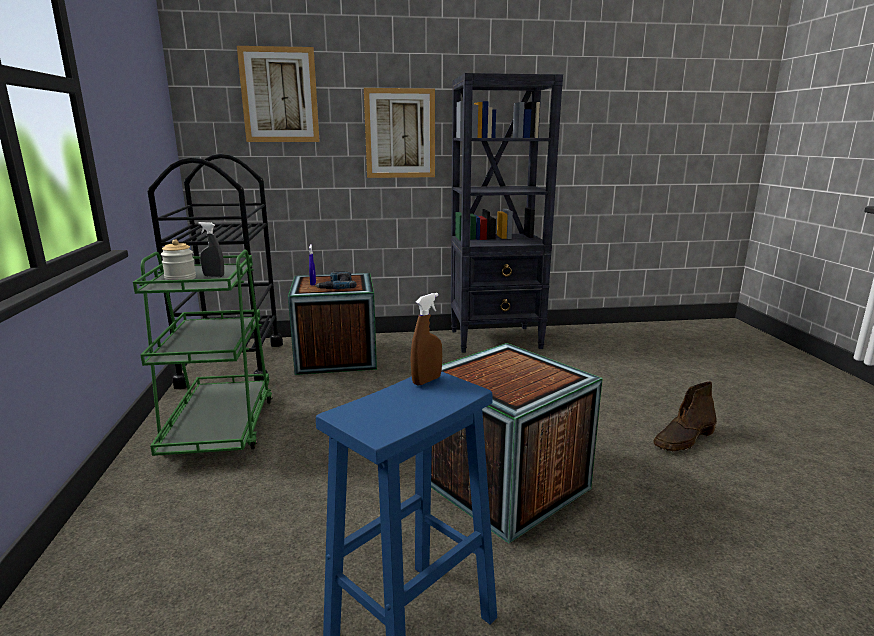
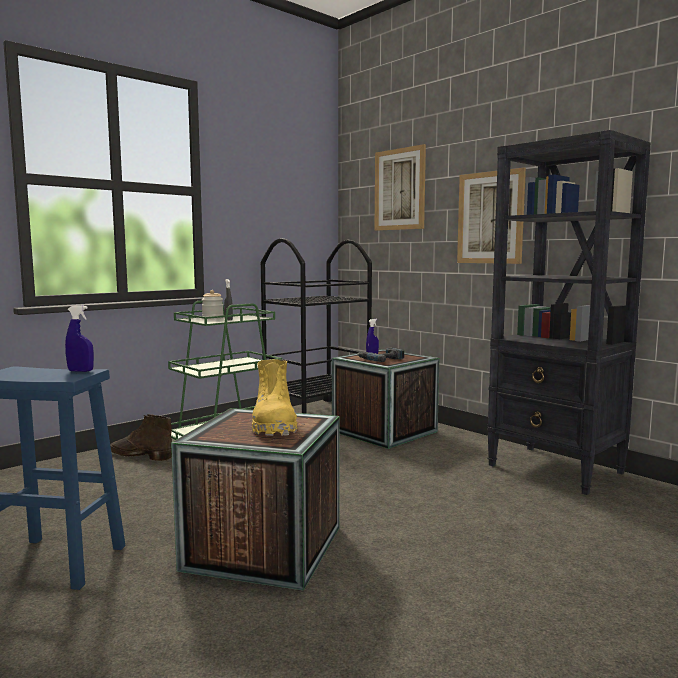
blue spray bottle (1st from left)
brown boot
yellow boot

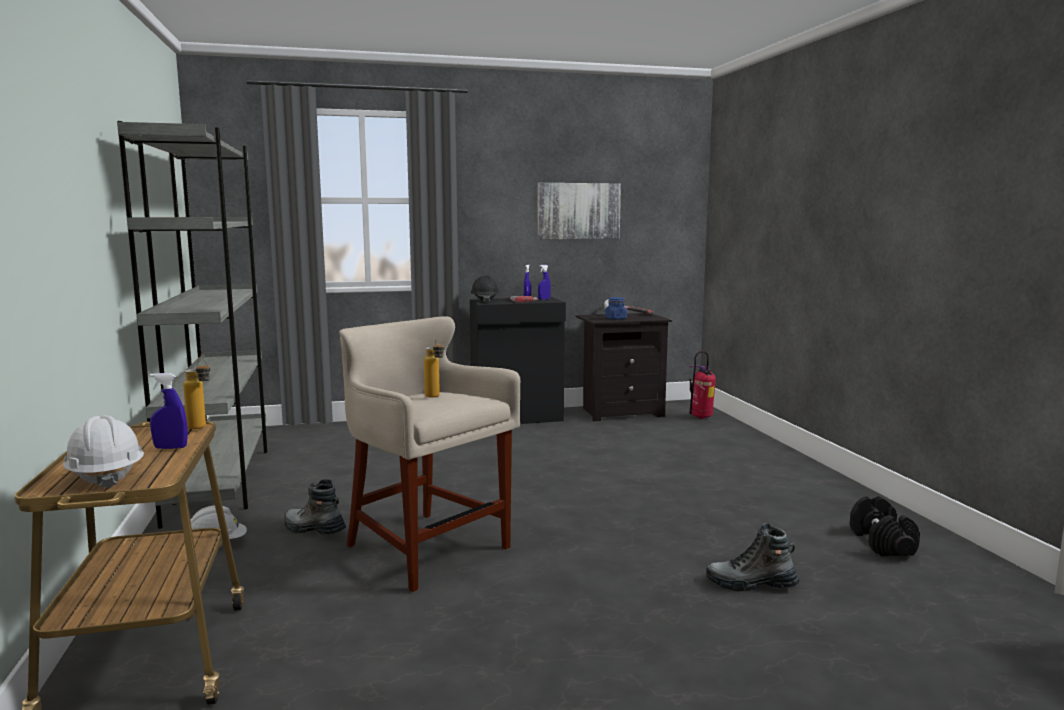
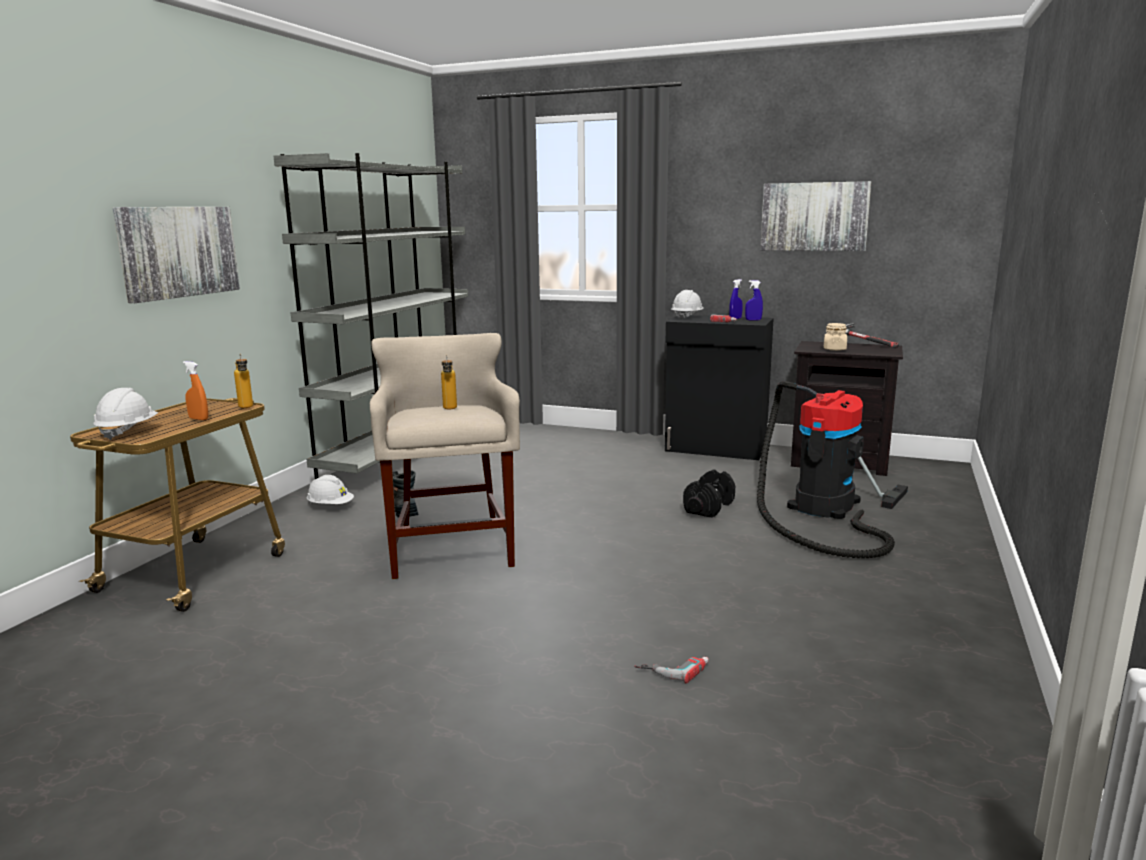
white hard hat (3rd from left)
beige jar
fire extinguisher
orange spray bottle
black dumbbell
power drill (1st from left)
picture (1st from left)
vacuum cleaner

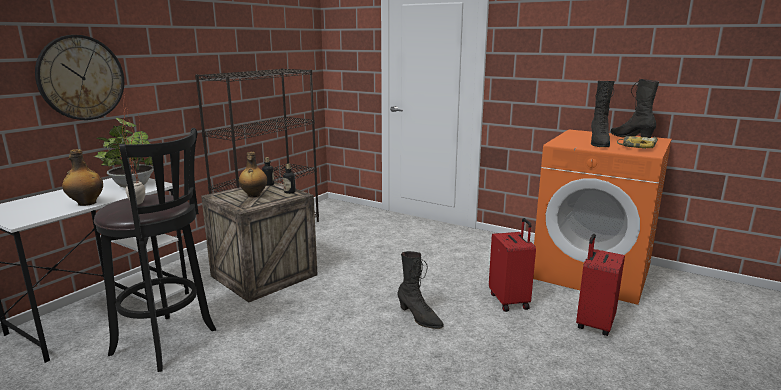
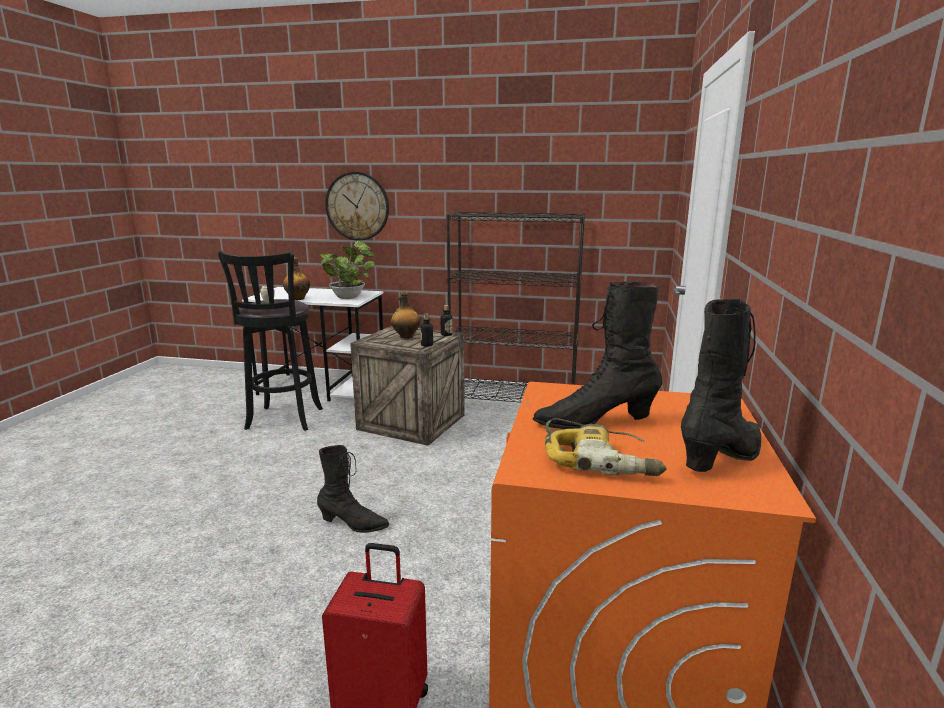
red suitcase (1st from left in the first image)
black boot (1st from left)

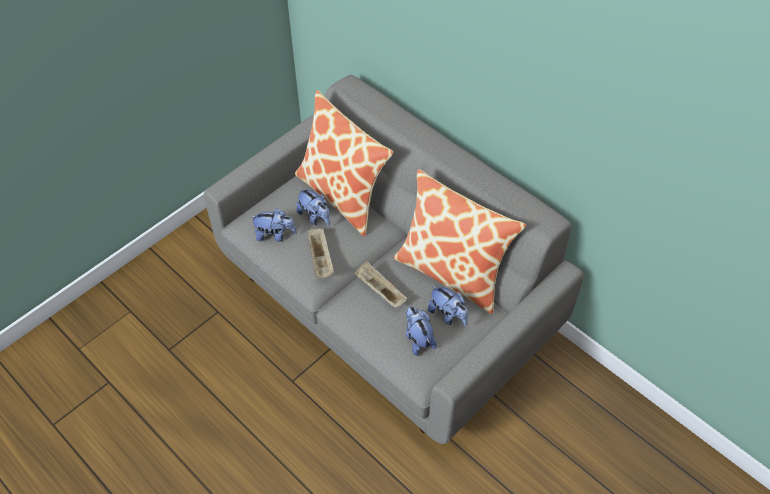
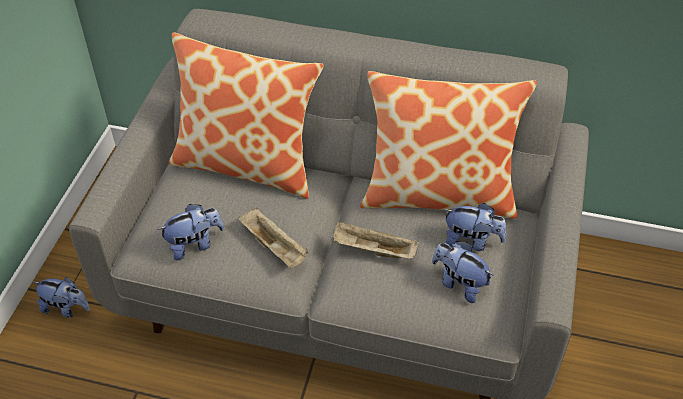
plush toy (1st from left)

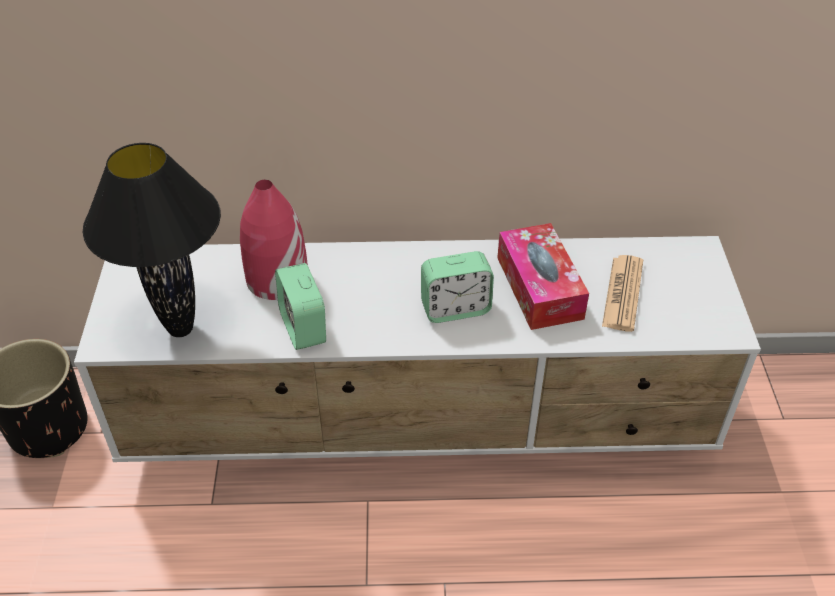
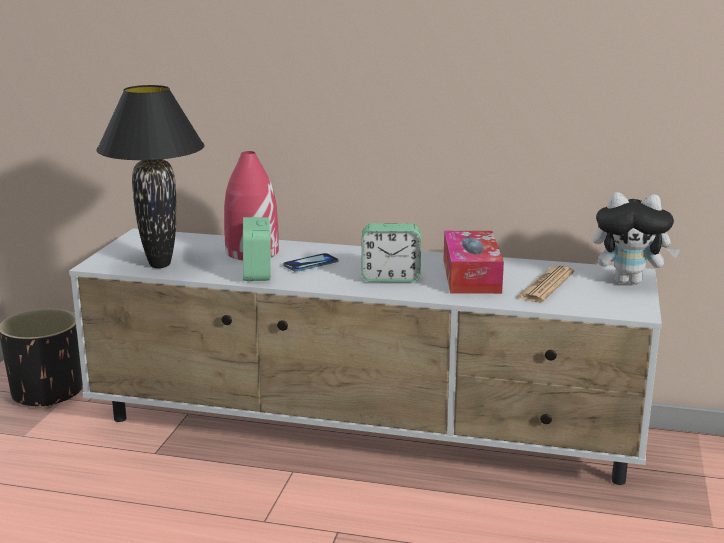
plush toy
phone

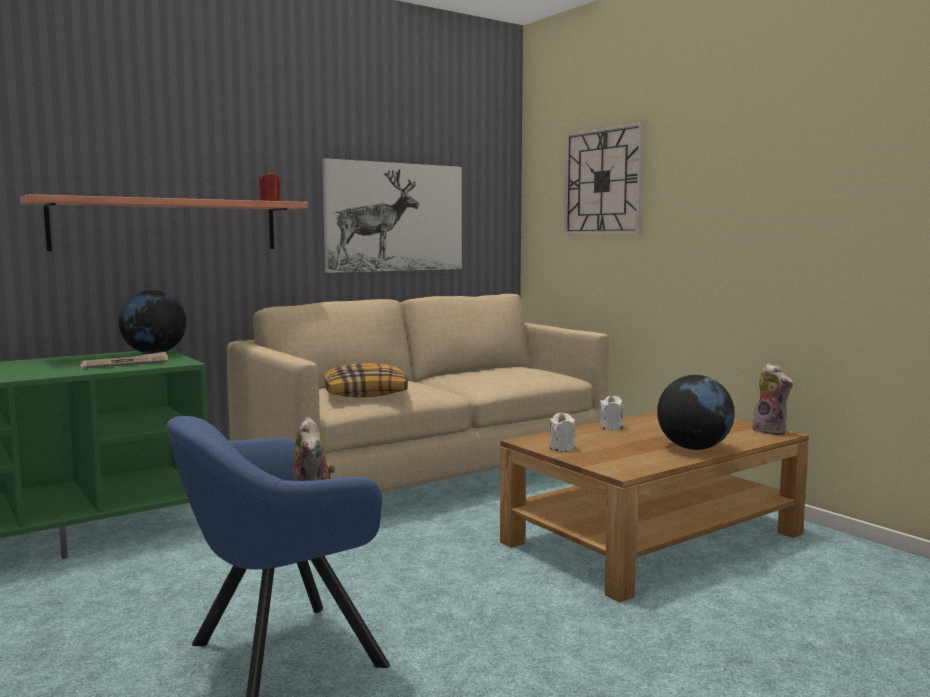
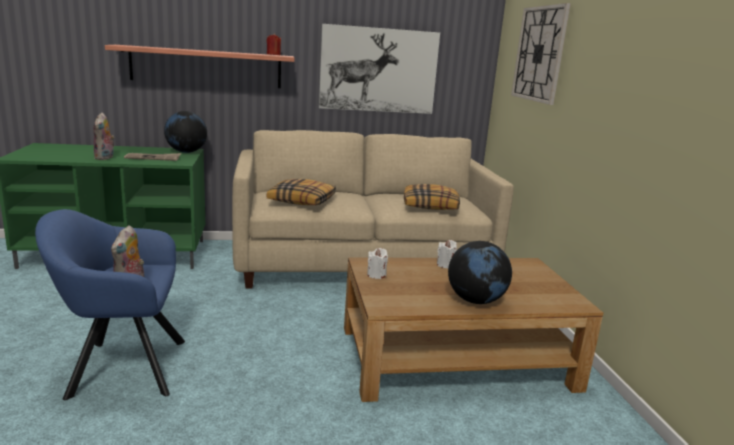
plush toy (1st from left)
pillow (2nd from left)

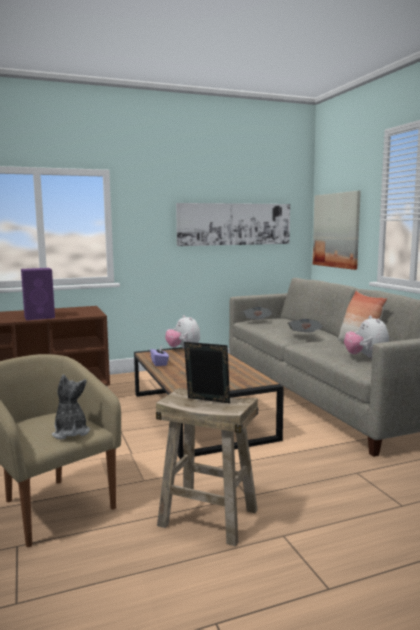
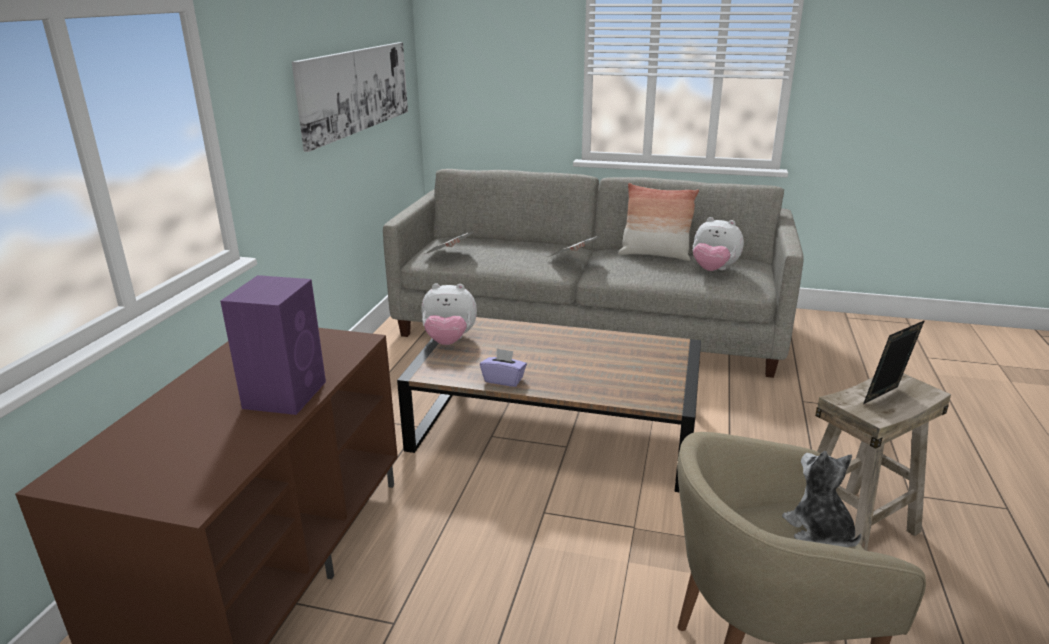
picture (2nd from left in the first image)
plush toy (3rd from left)

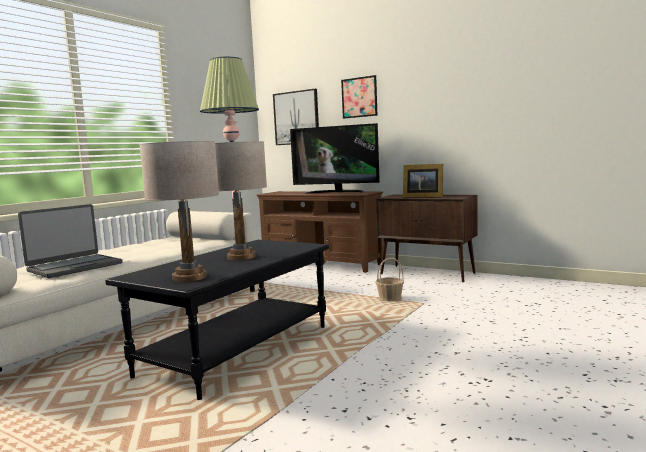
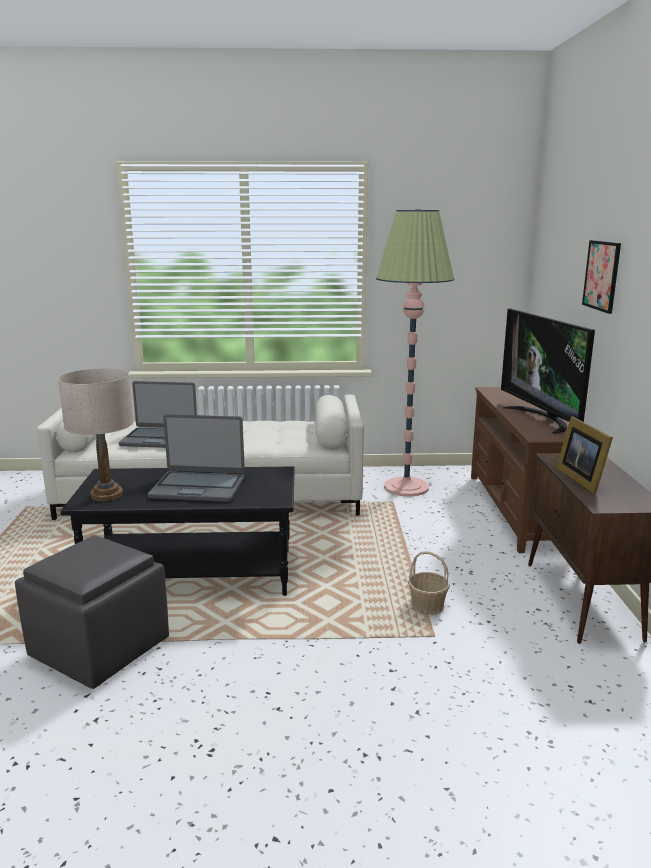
picture (1st from left in the first image)
laptop (2nd from left)
grey ottoman

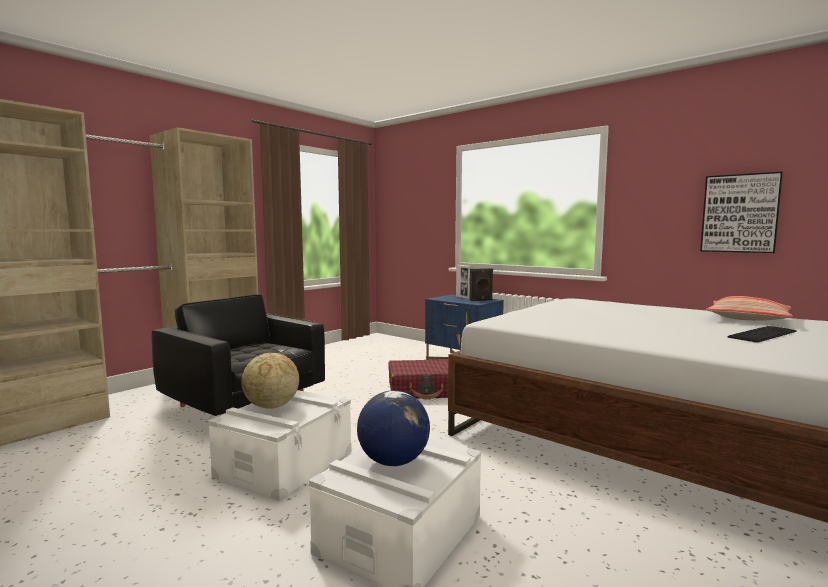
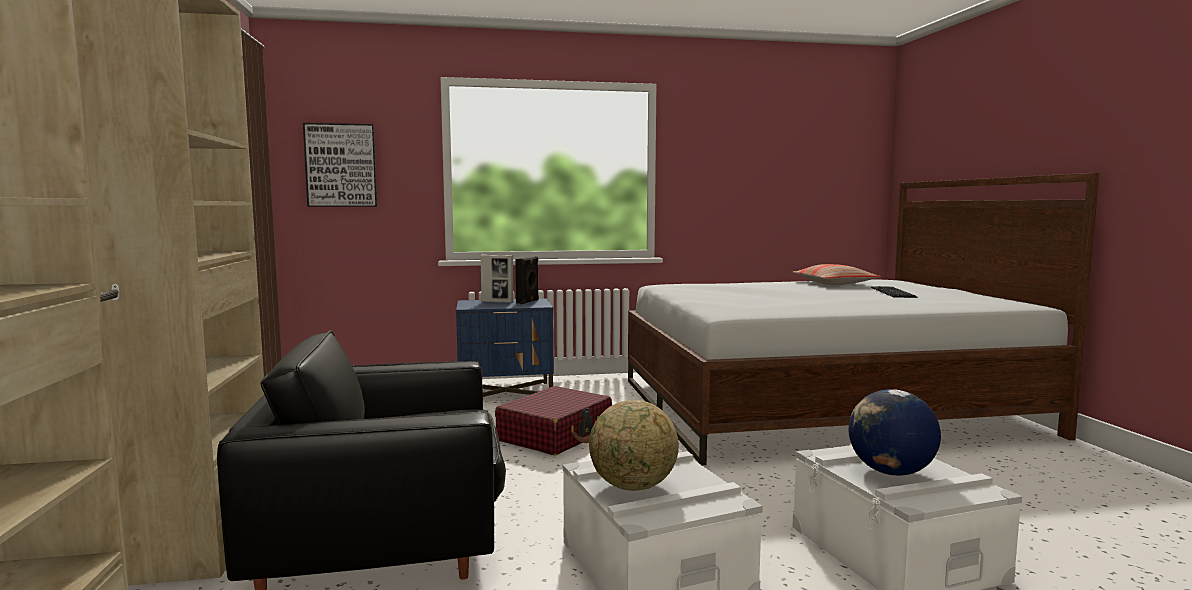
picture

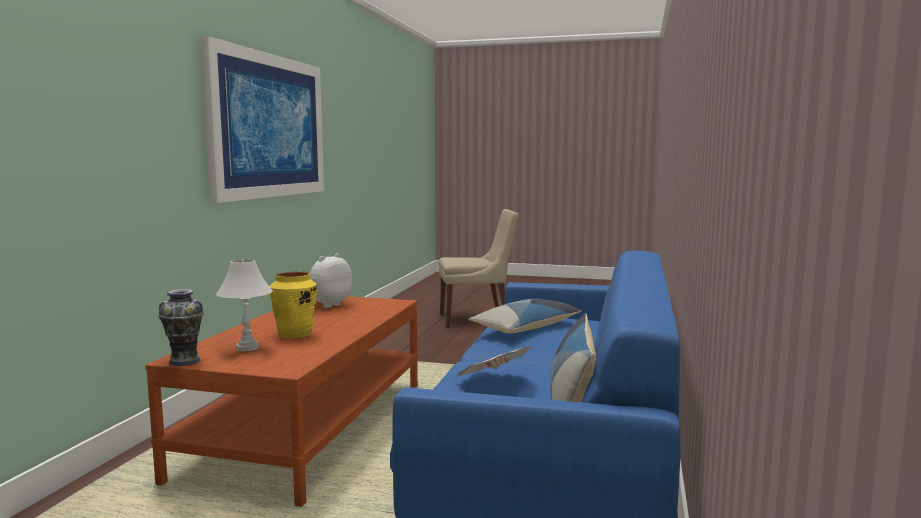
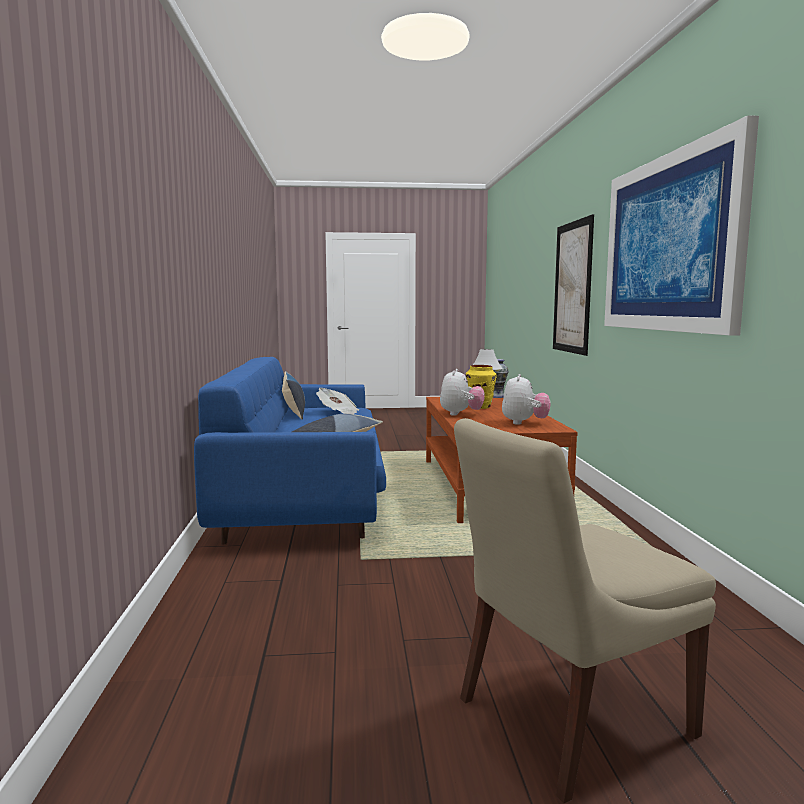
picture (1st from left)
plush toy (1st from left)

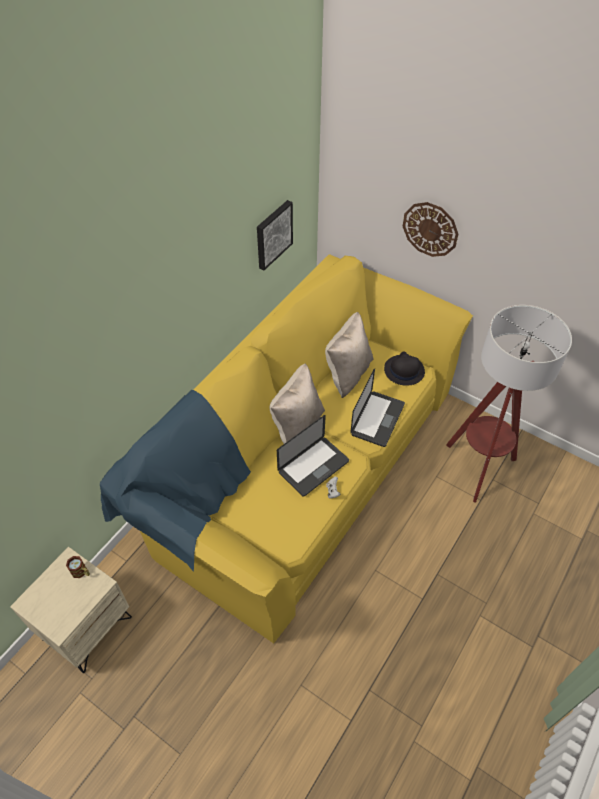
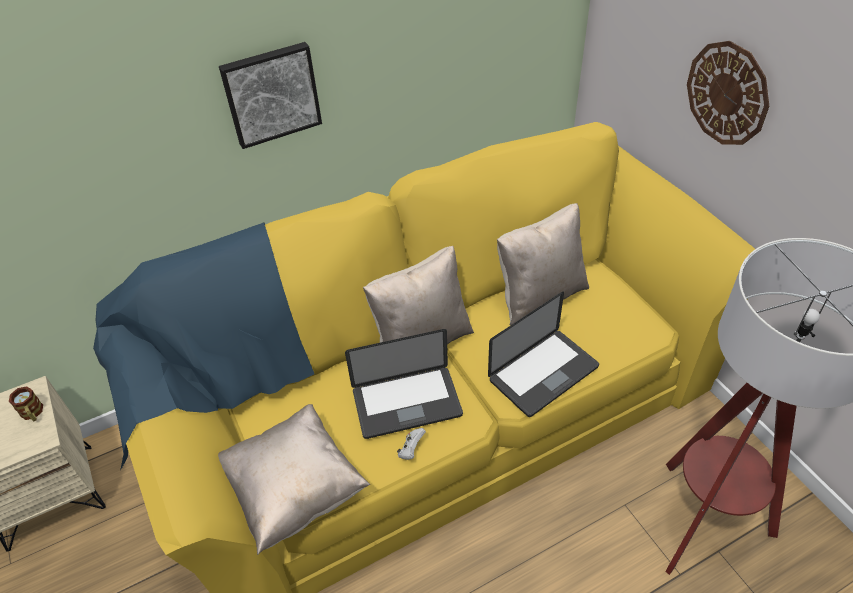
picture
black hat
beige pillow (1st from left)

